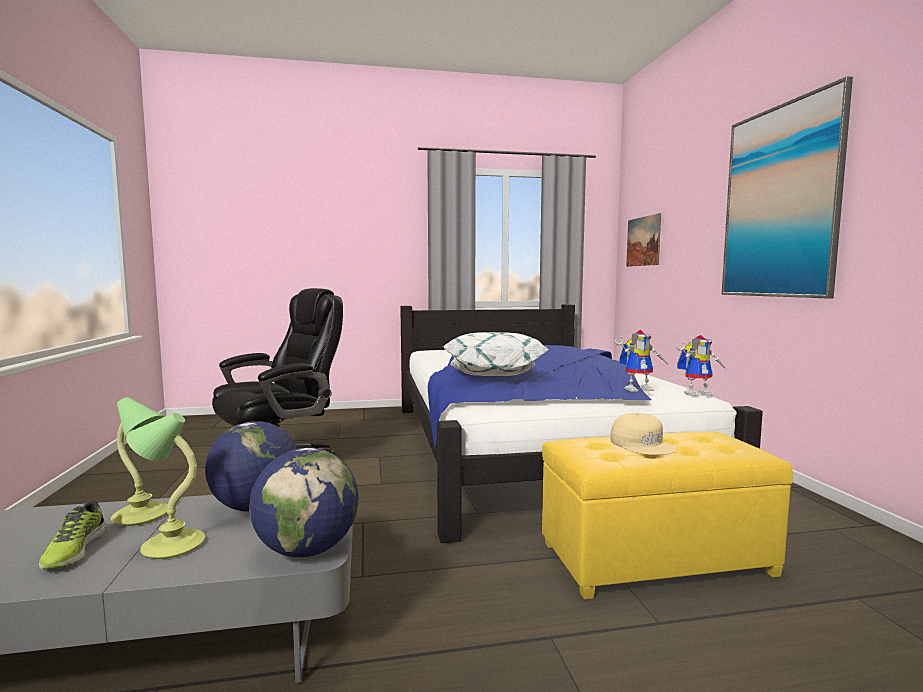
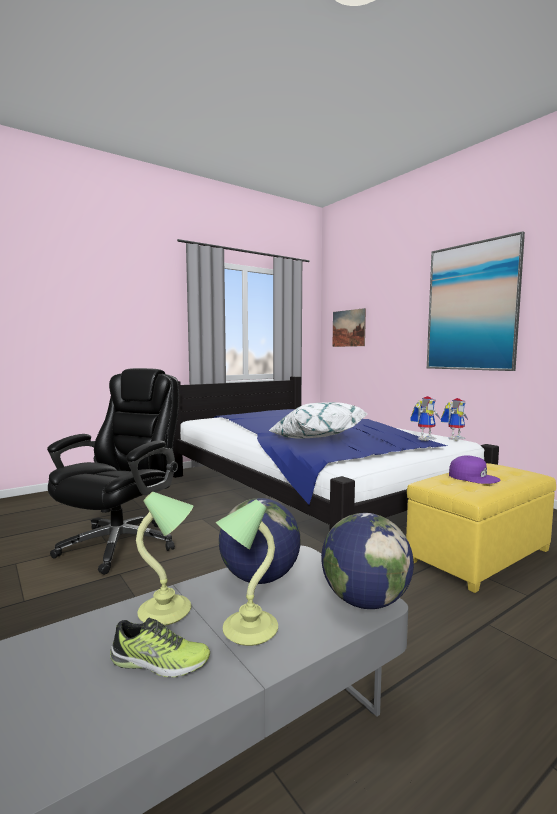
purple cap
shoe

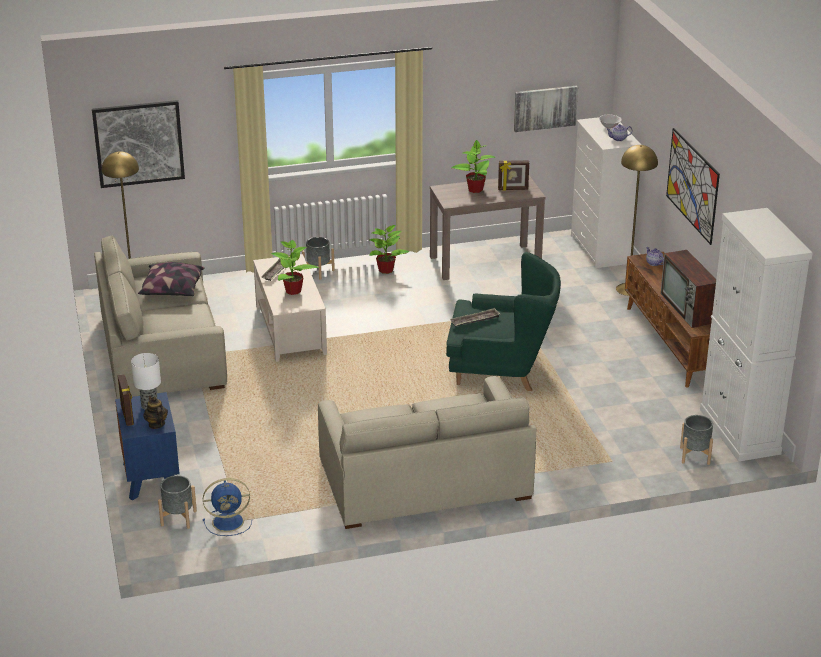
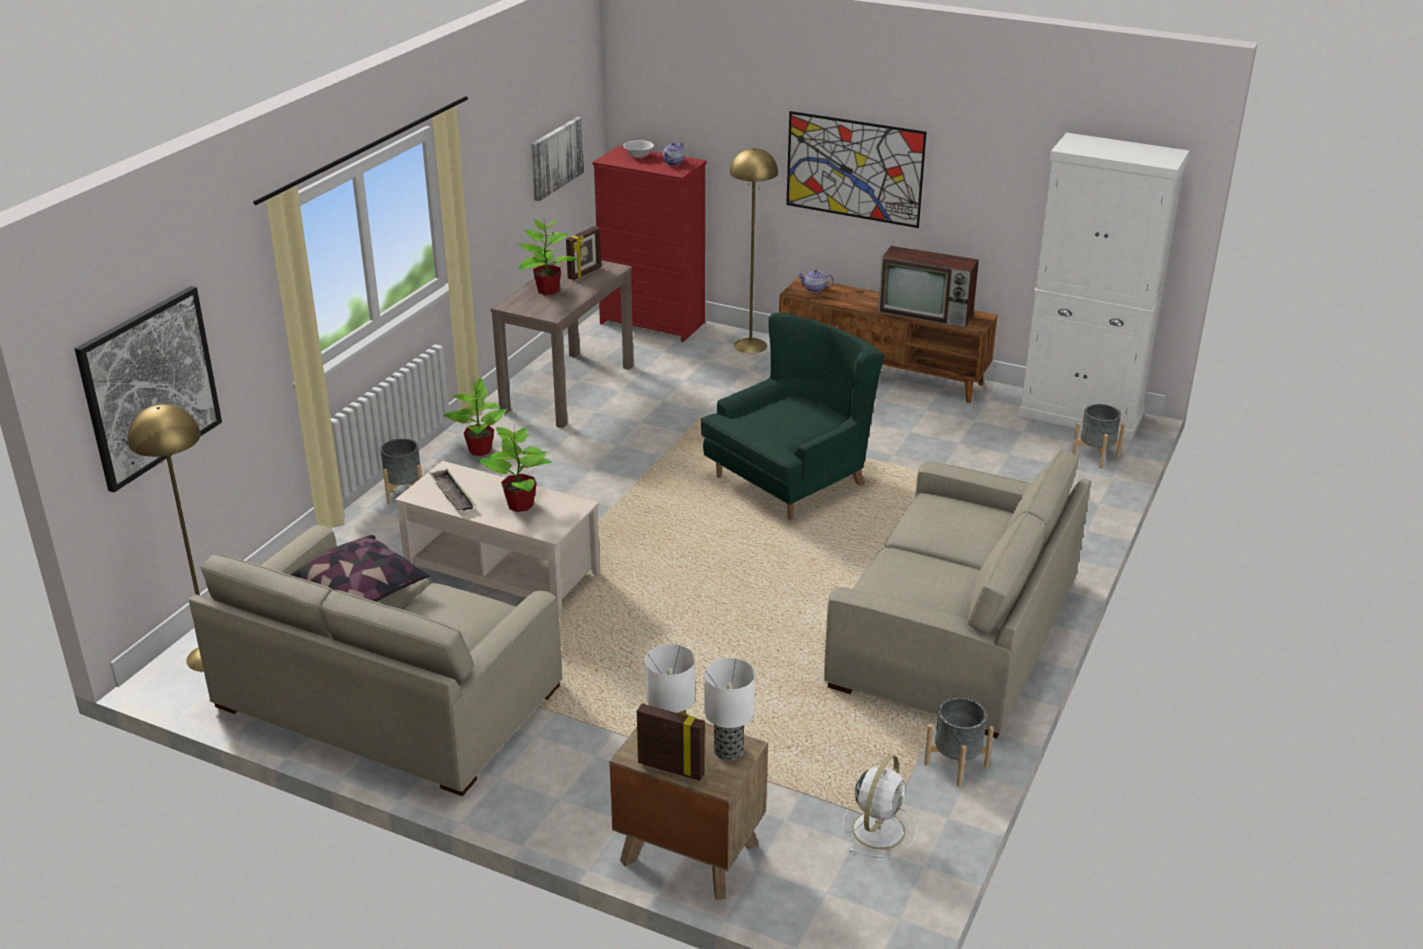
red dresser
tray (2nd from left in the first image)
brown nightstand
table lamp (2nd from left)
grey planter (2nd from left)
white fan

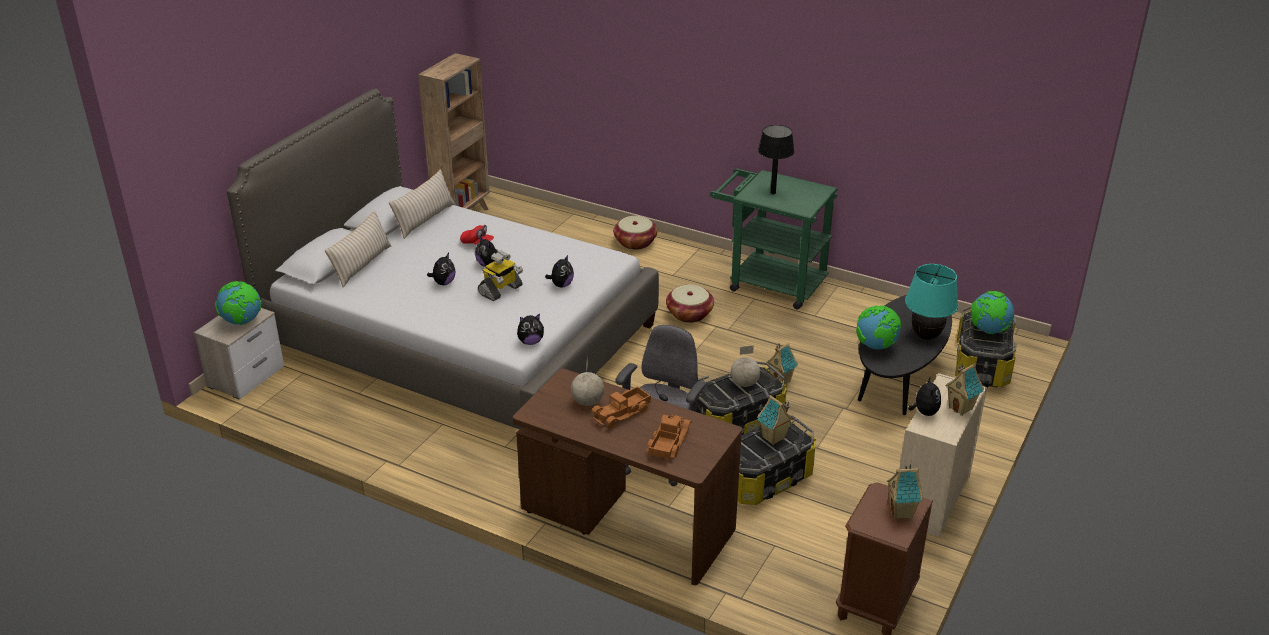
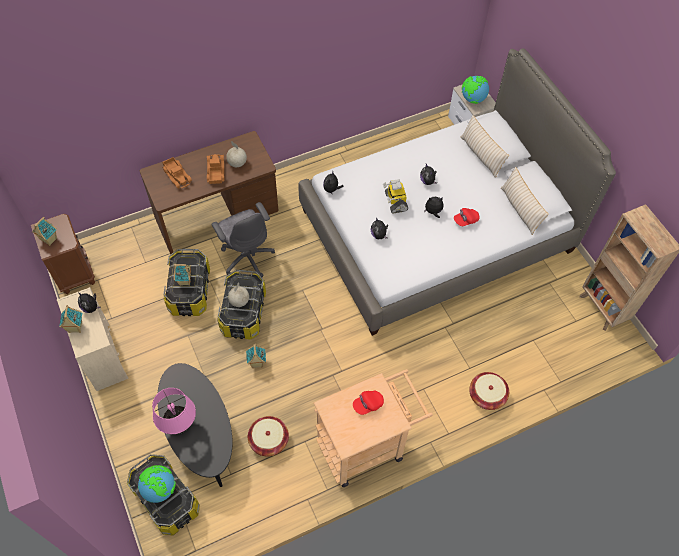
red cap (1st from left)
beige cart
pink table lamp
basket (1st from left)
globe (4th from left in the first image)

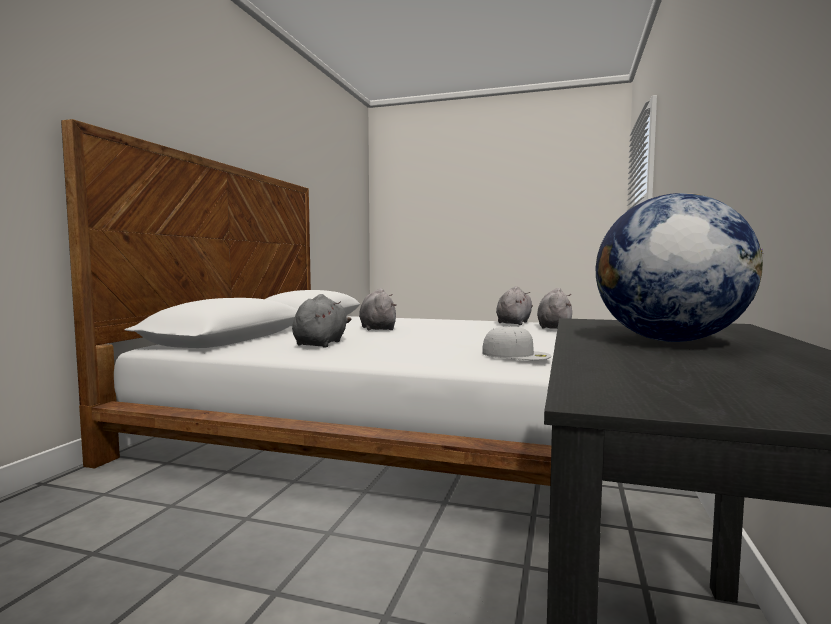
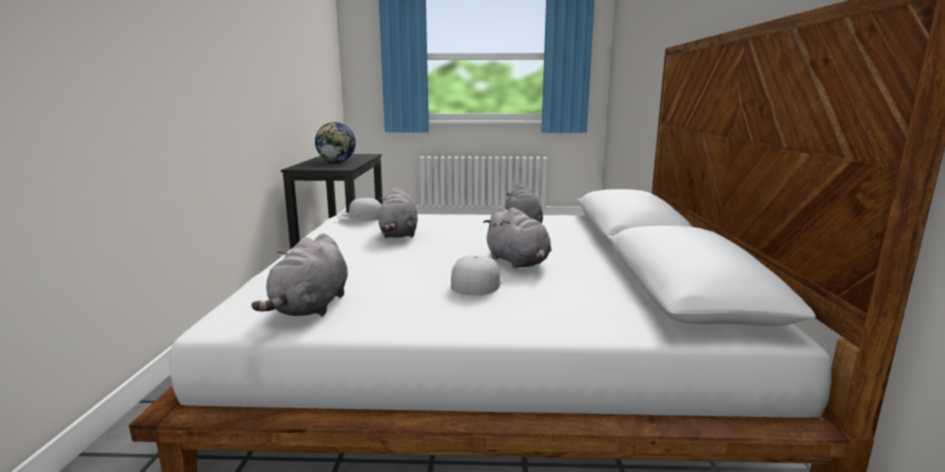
grey plush toy (2nd from left)
white cap (2nd from left)

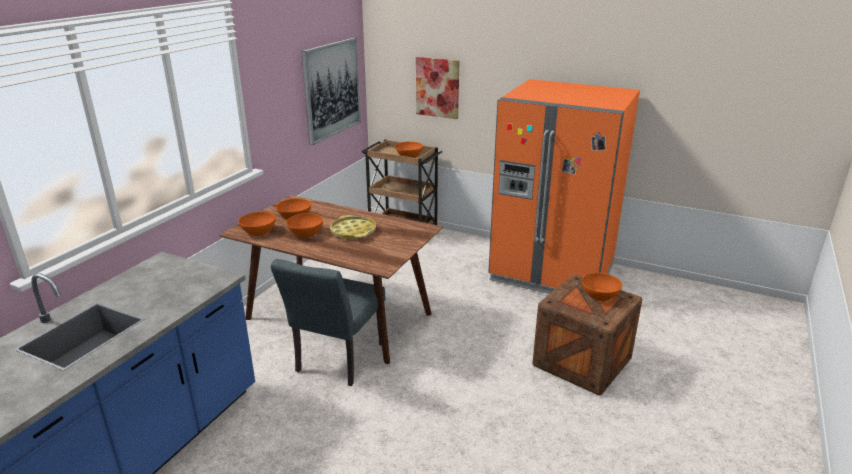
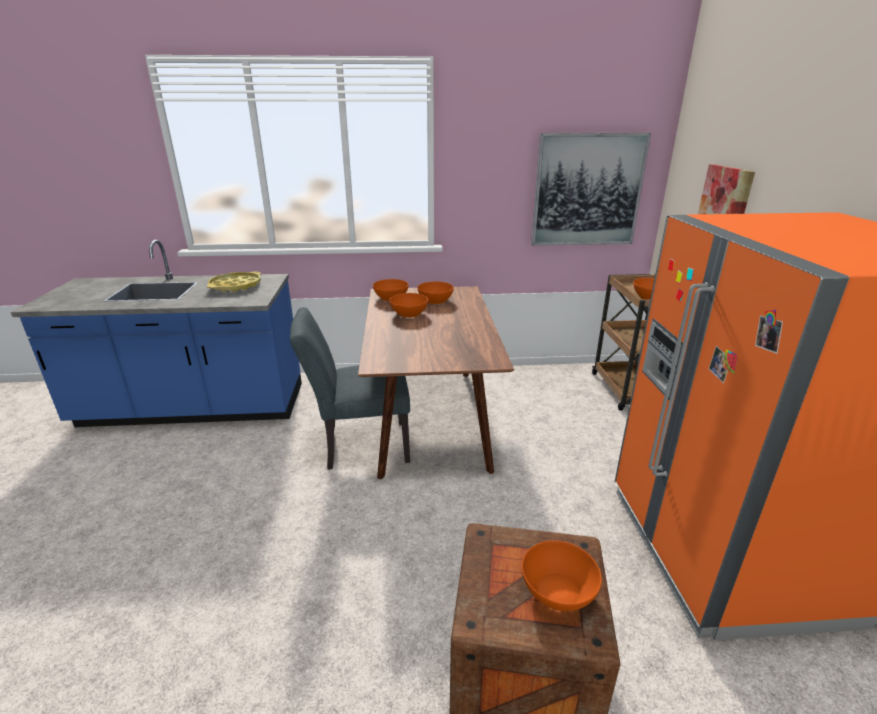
yellow tray

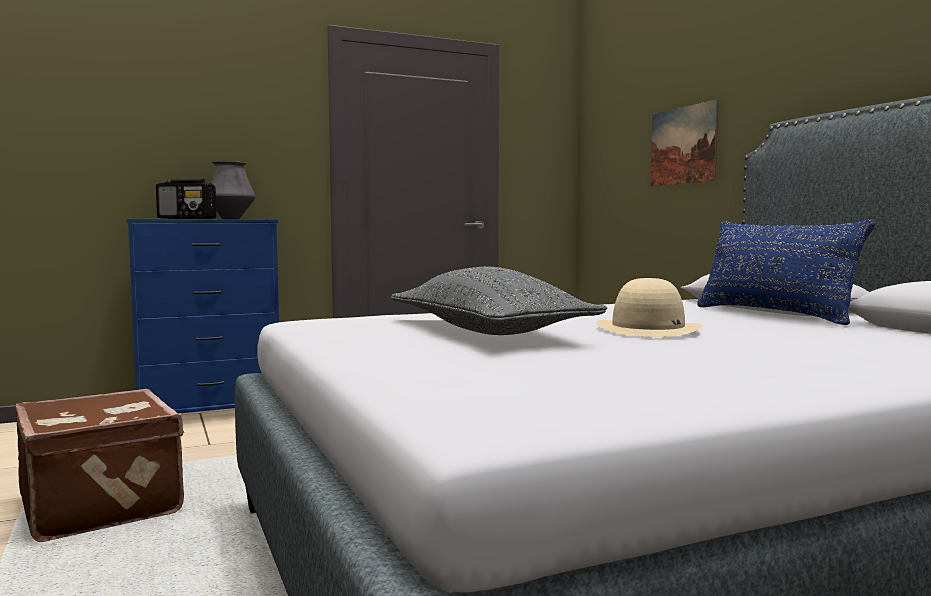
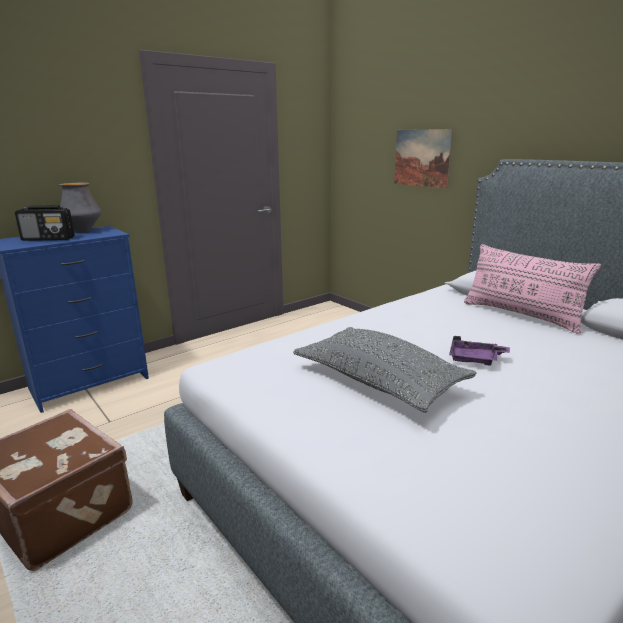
pink pillow
purple tray

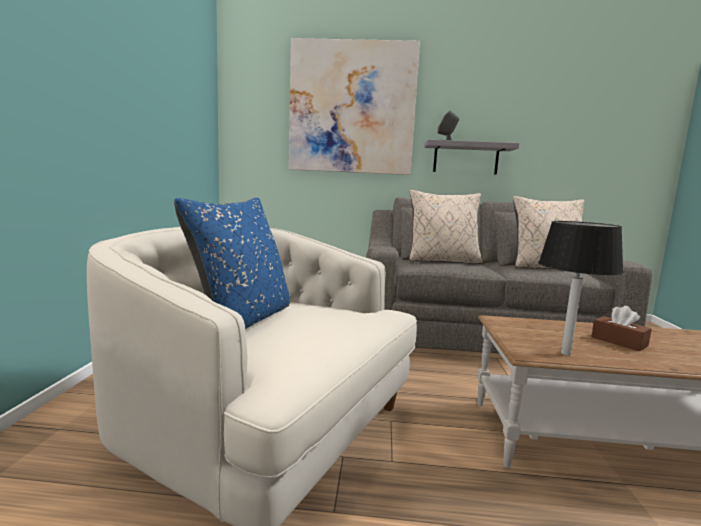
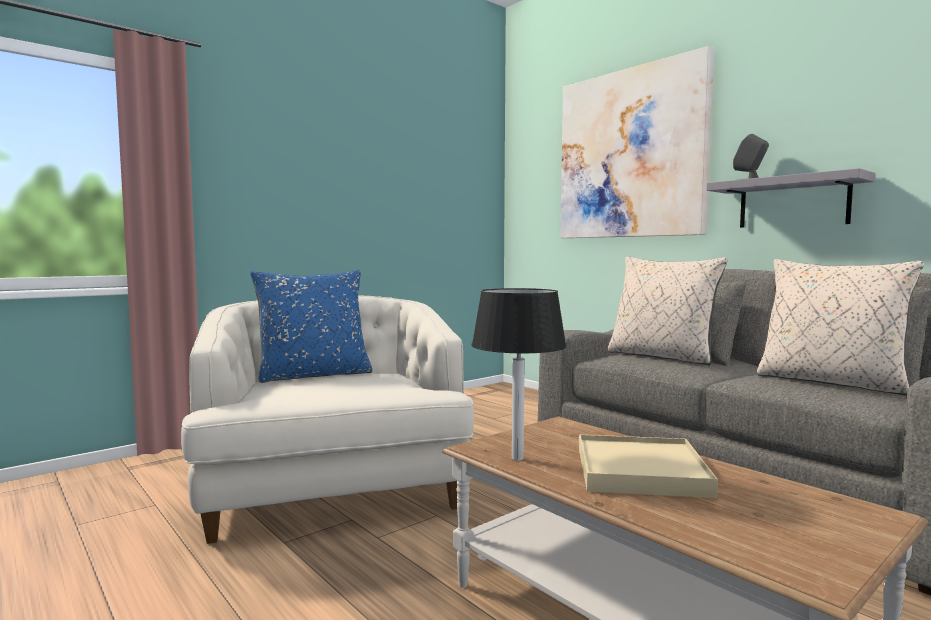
beige tray

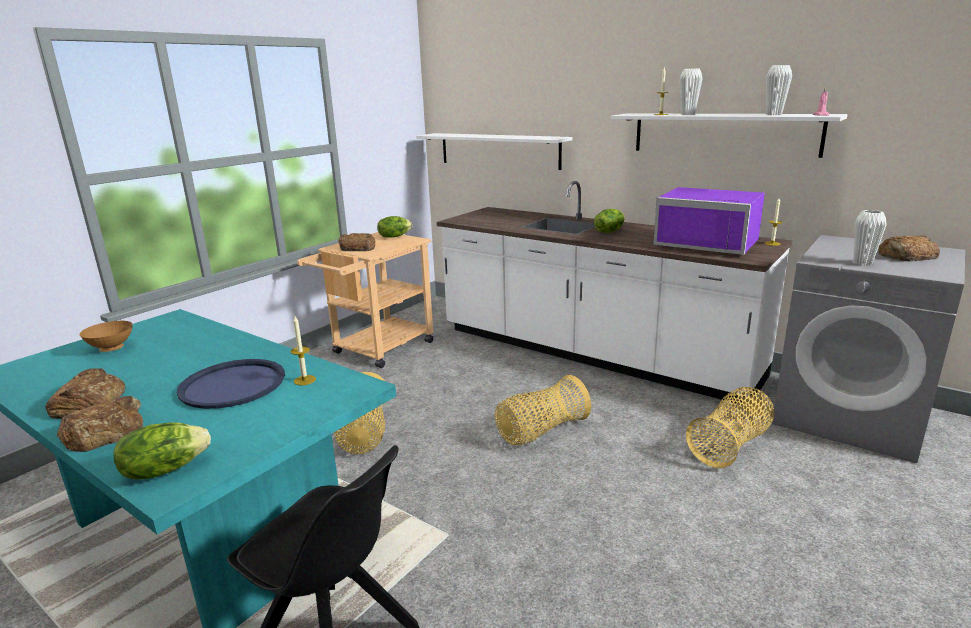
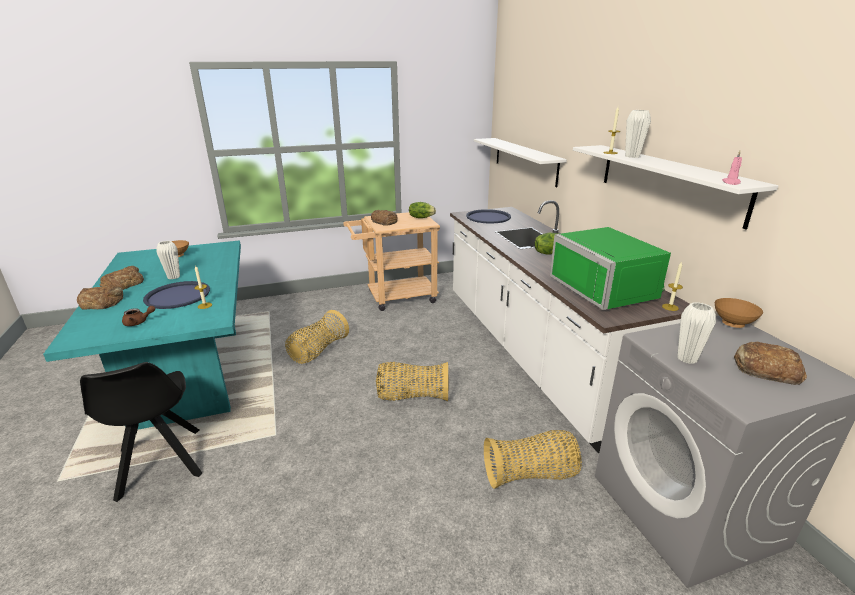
white vase (1st from left)
green microwave
lettuce (1st from left in the first image)
blue tray (2nd from left)
brown bowl (2nd from left)
brown teapot

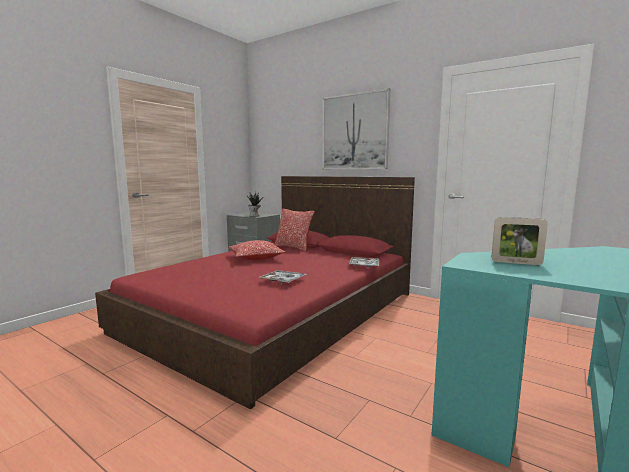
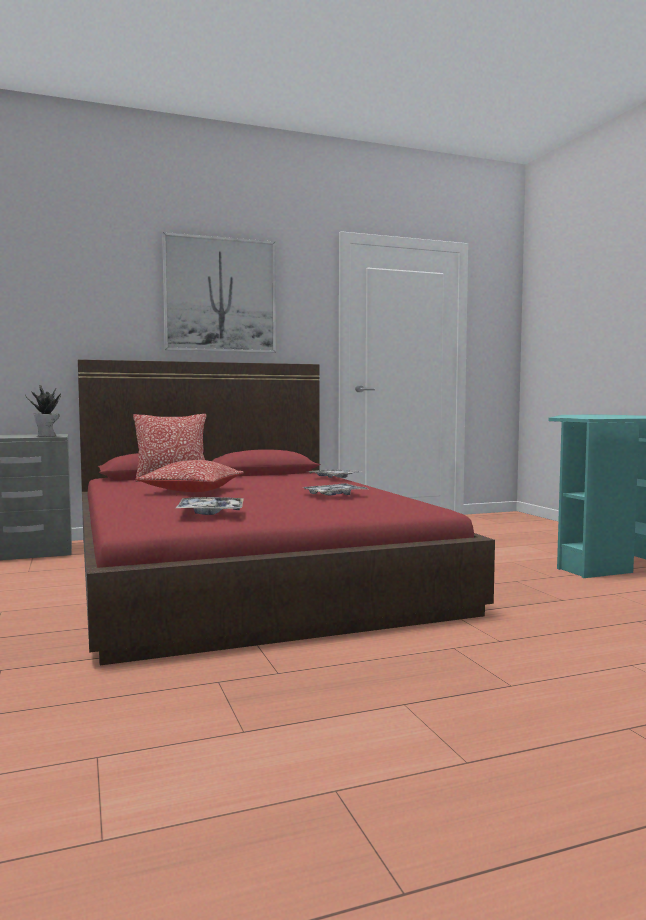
picture frame
tray (1st from left)

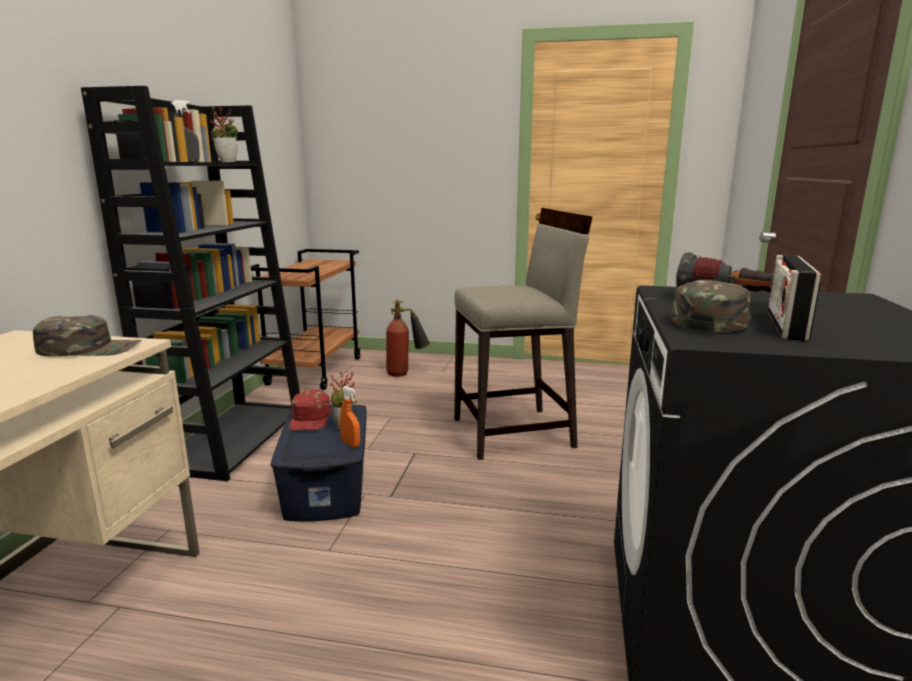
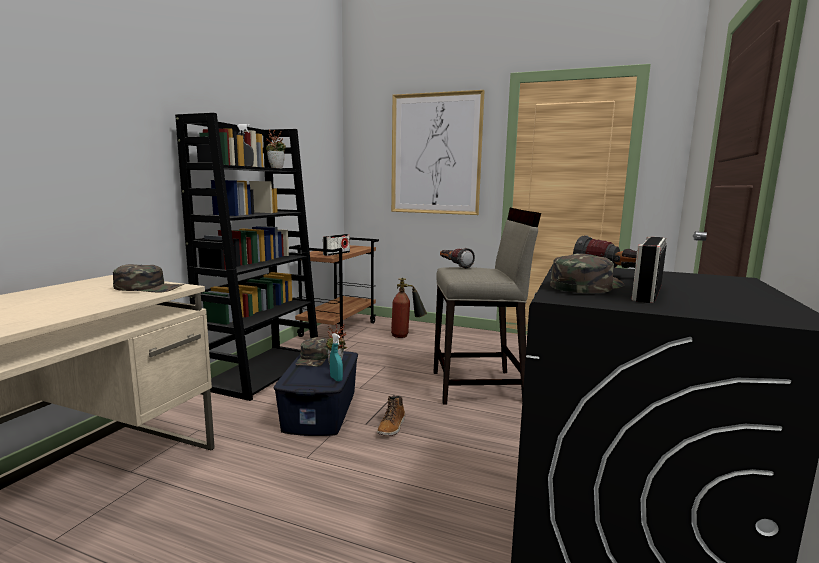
turquoise spray bottle
green cap (2nd from left)
picture
radio (1st from left)
flashlight (1st from left)
boot

